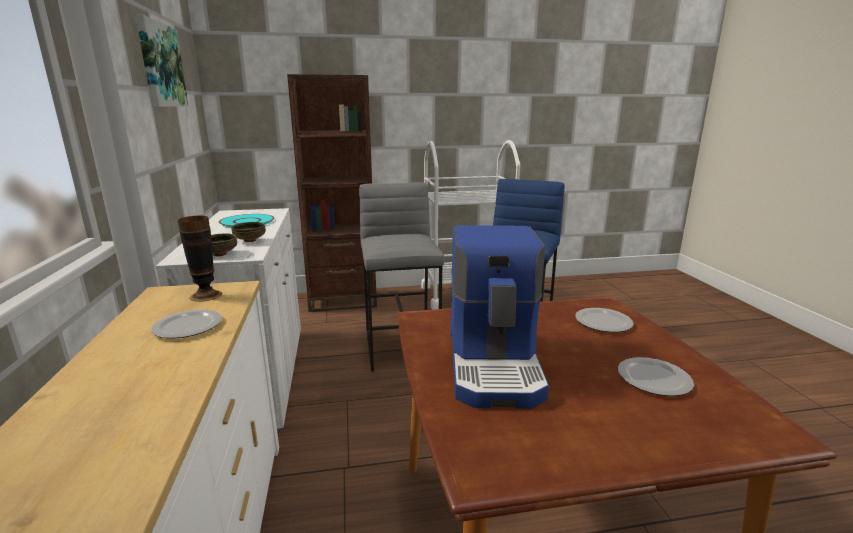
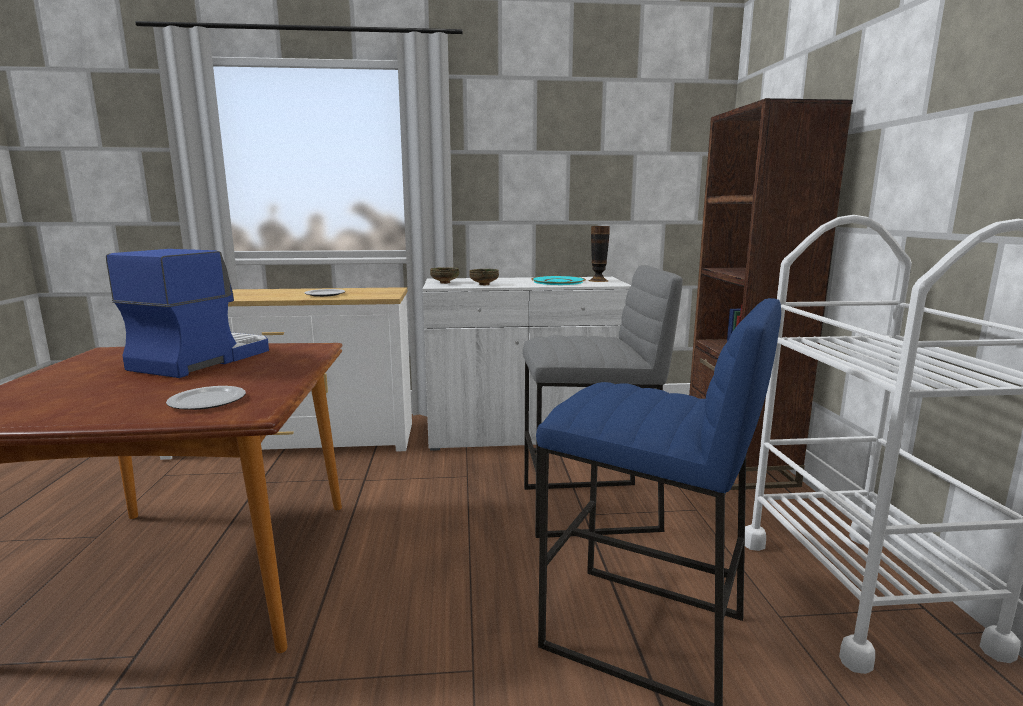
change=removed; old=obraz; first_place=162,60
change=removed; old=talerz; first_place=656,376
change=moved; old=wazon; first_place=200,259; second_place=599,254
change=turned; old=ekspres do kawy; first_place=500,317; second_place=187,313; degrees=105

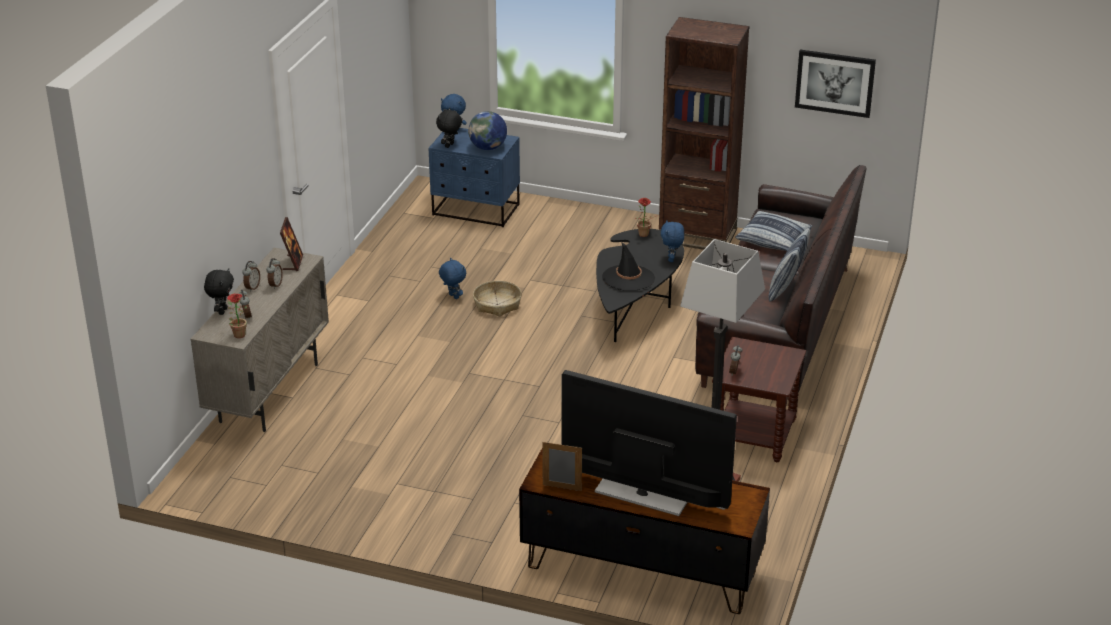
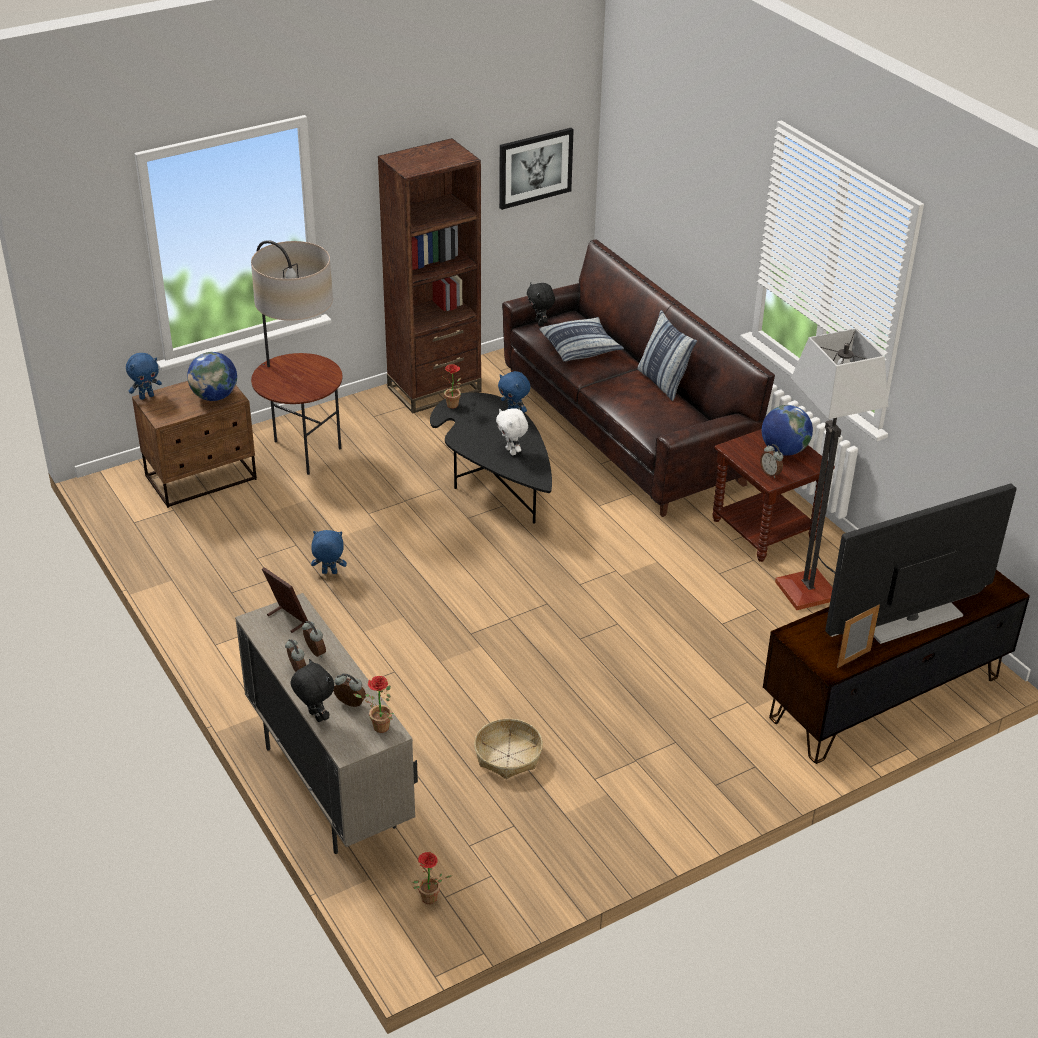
change=added; new=lampa stojąca; second_place=297,357
change=added; new=roślina doniczkowa; second_place=432,878
change=added; new=globus; second_place=787,430
change=moved; old=pluszak [czarny]; first_place=449,128; second_place=541,304
change=moved; old=koszyk; first_place=497,299; second_place=508,749
change=replaced; old=kapelusz [czarny]; new=pluszak [biały]; first_place=628,266; second_place=512,432
change=recoloured; old=szafka nocna [niebieski]; new=szafka nocna [brązowy]; first_place=474,177; second_place=194,444

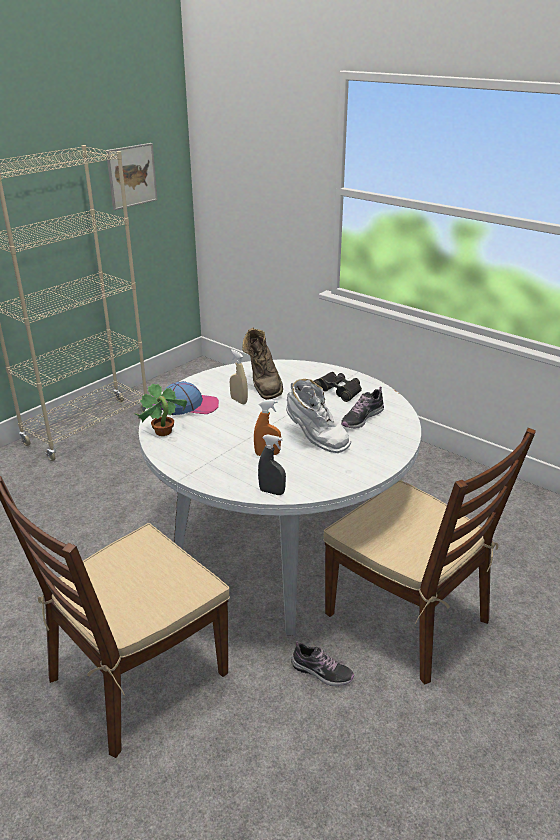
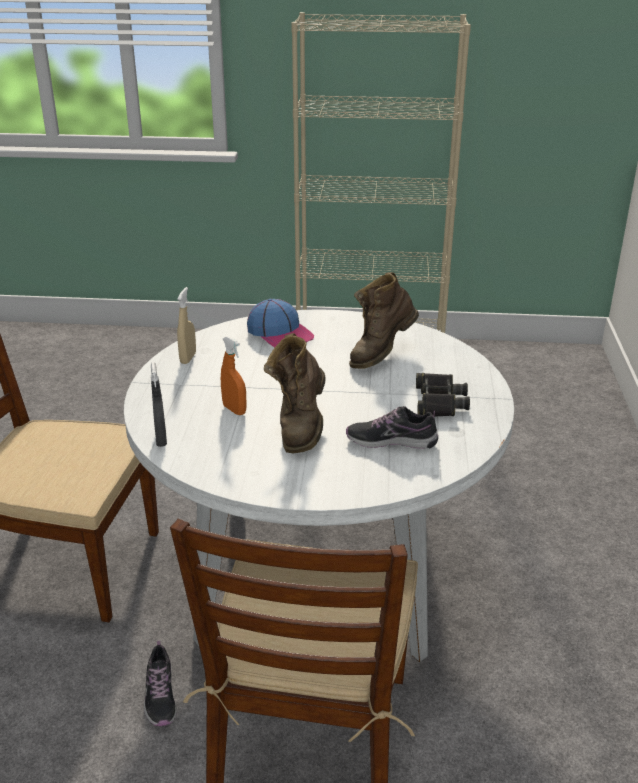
change=removed; old=obraz; first_place=132,176
change=removed; old=roślina doniczkowa; first_place=160,409
change=moved; old=spryskiwacz [beżowy]; first_place=239,376; second_place=186,325
change=recoloured; old=but z cholewką [biały]; new=but z cholewką [brązowy]; first_place=318,416; second_place=294,393

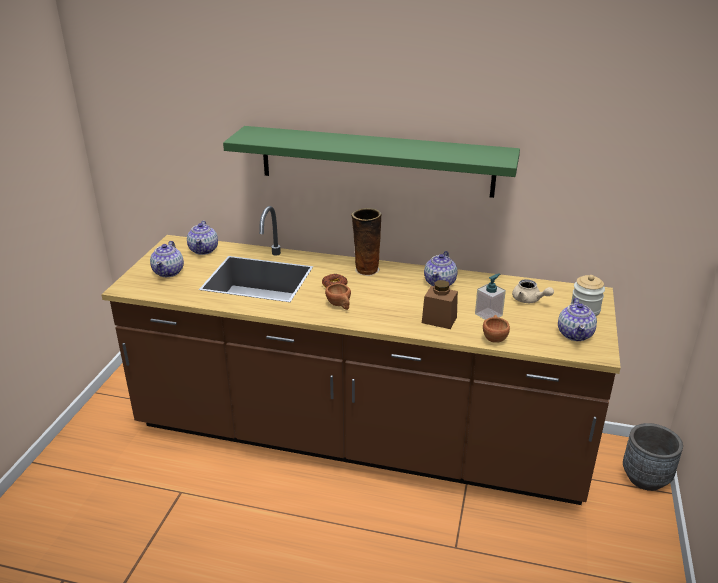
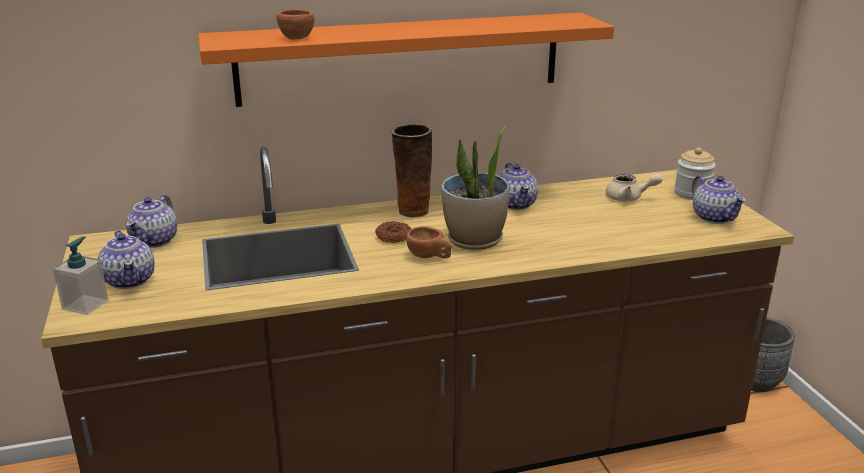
change=removed; old=słoik [brązowy]; first_place=440,304
change=added; new=roślina doniczkowa; second_place=475,187
change=moved; old=dozownik mydła; first_place=490,296; second_place=80,275
change=moved; old=filiżanka [brązowy]; first_place=496,329; second_place=295,24
change=recoloured; old=półka [zielony]; new=półka [pomarańczowy]; first_place=371,162; second_place=406,60
change=turned; old=imbryk; first_place=202,238; second_place=151,221; degrees=45

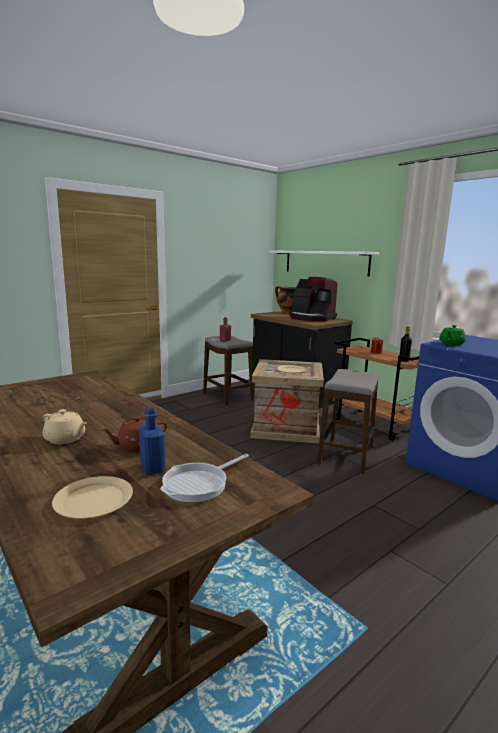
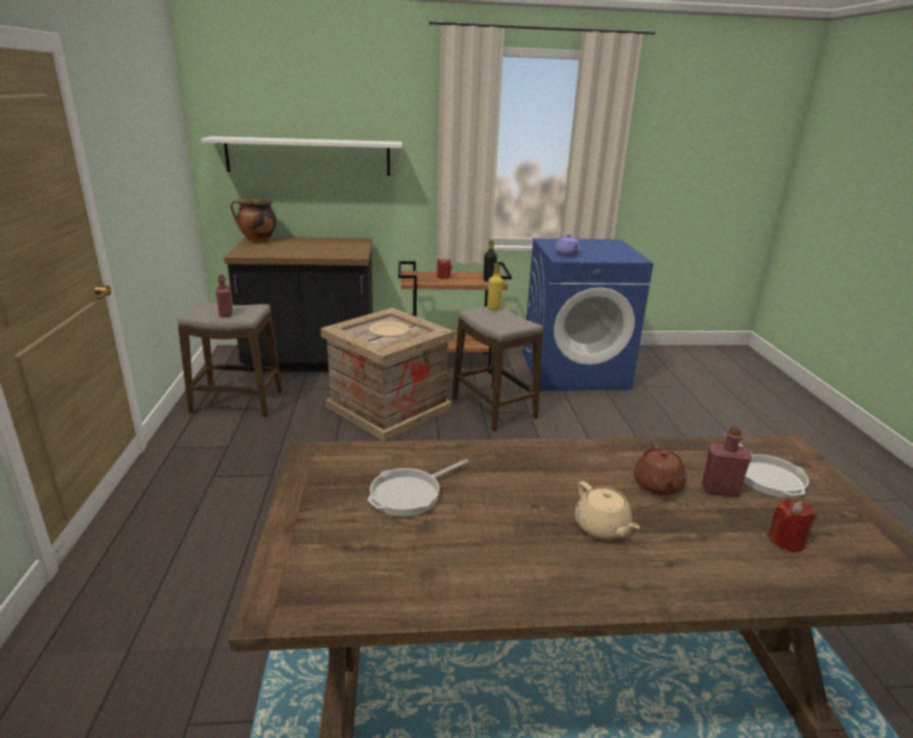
change=removed; old=ekspres do kawy; first_place=313,299
change=added; new=patelnia; second_place=418,488
change=added; new=butelka [żółty]; second_place=495,286
change=replaced; old=talerz [beżowy]; new=świeca [czerwony]; first_place=92,497; second_place=791,525
change=recoloured; old=butelka [niebieski]; new=butelka [czerwony]; first_place=152,441; second_place=727,461
change=recoloured; old=imbryk [zielony]; new=imbryk [fioletowy]; first_place=452,335; second_place=567,245
change=turned; old=imbryk [beżowy]; first_place=65,426; second_place=607,510; degrees=90

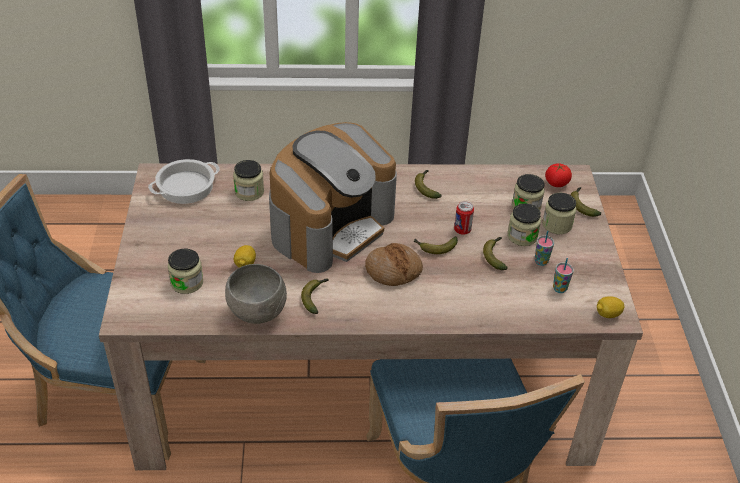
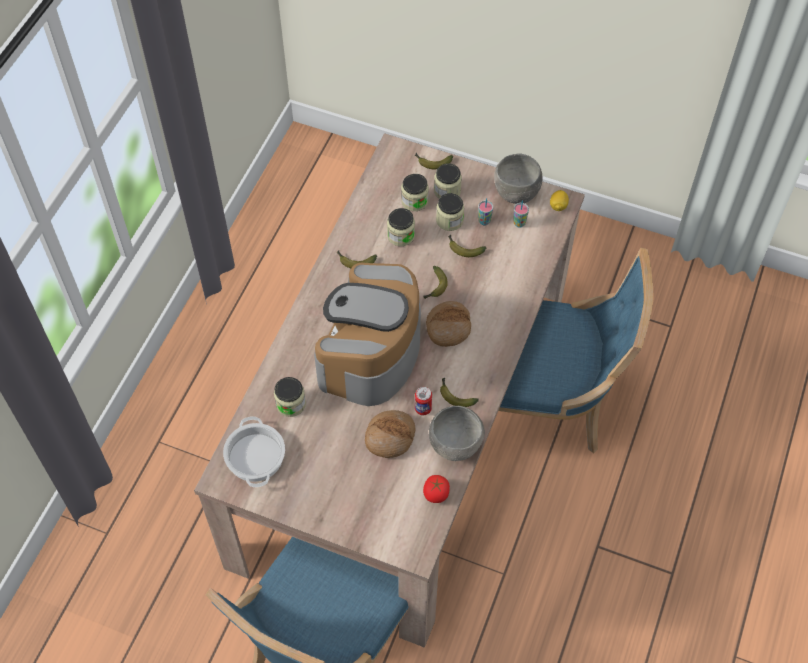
change=added; new=miska [szary]; second_place=518,178
change=moved; old=słoik; first_place=185,271; second_place=401,227
change=moved; old=puszka; first_place=464,218; second_place=423,401
change=moved; old=pomidor; first_place=558,175; second_place=436,489
change=replaced; old=cytryna; new=chleb; first_place=245,256; second_place=390,434
change=turned; old=ekspres do kawy; first_place=333,197; second_place=367,334; degrees=-135

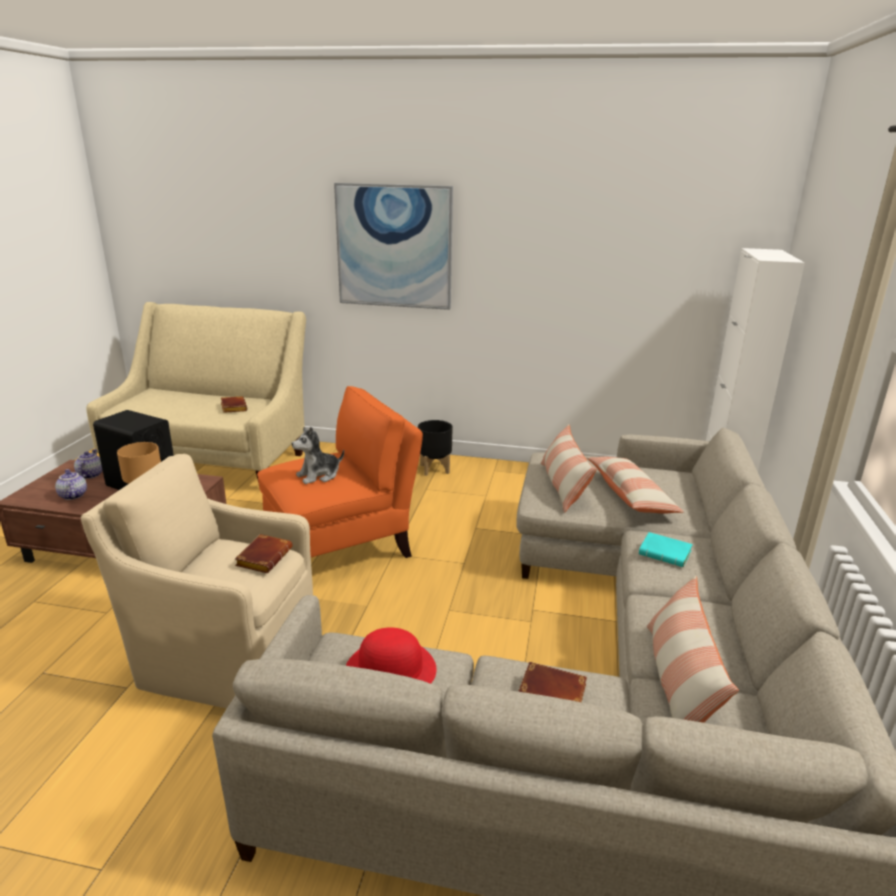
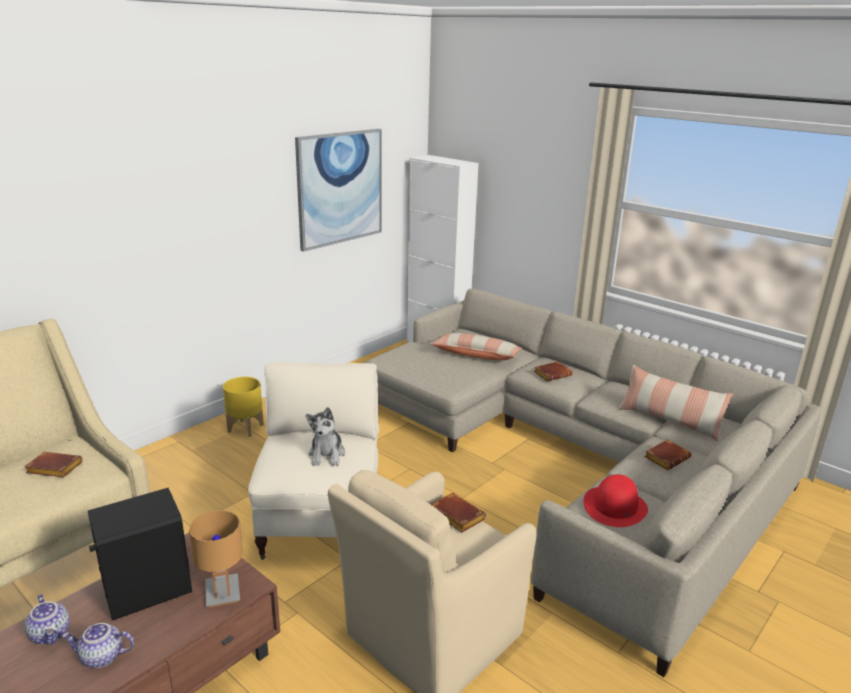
change=removed; old=poduszka; first_place=568,468
change=moved; old=obraz; first_place=393,246; second_place=338,190
change=recoloured; old=fotel [pomarańczowy]; new=fotel [beżowy]; first_place=340,472; second_place=313,461
change=recoloured; old=donica [czarny]; new=donica [żółty]; first_place=435,448; second_place=243,407
change=recoloured; old=książka [turkusowy]; new=książka [brązowy]; first_place=666,549; second_place=553,371
change=turned; old=imbryk; first_place=88,464; second_place=47,619; degrees=-150

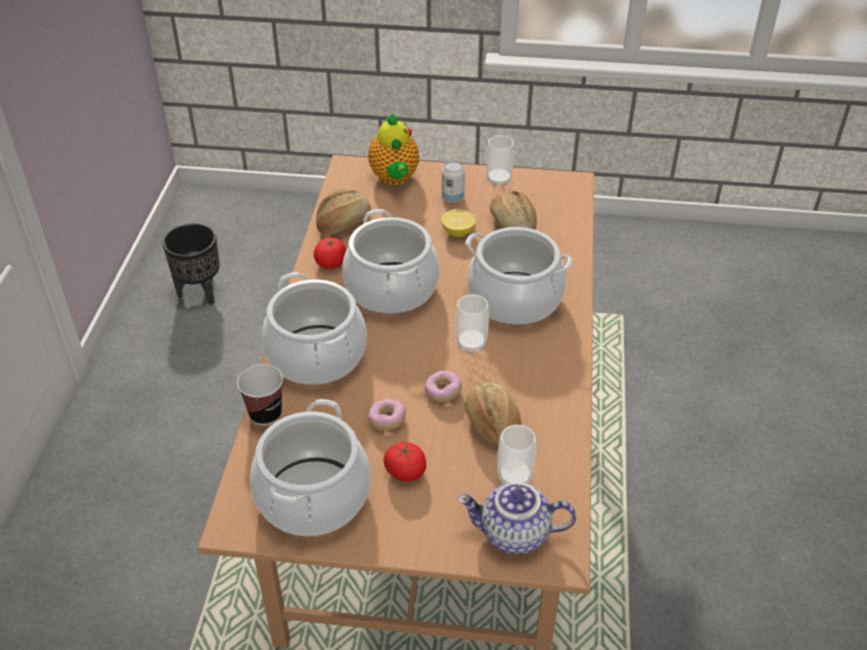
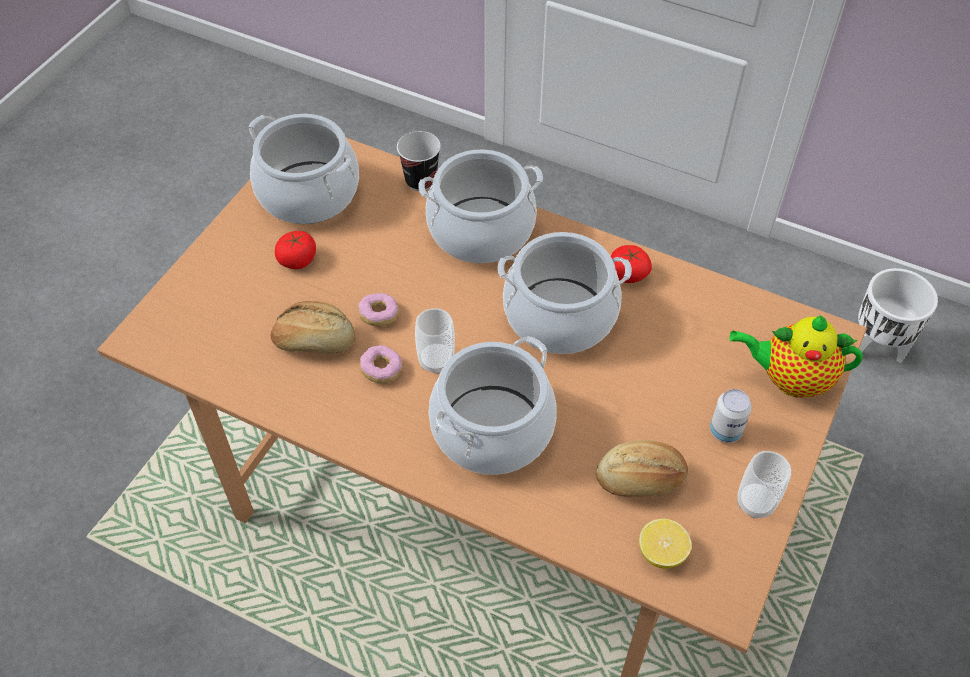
change=removed; old=chleb; first_place=343,212
change=removed; old=imbryk; first_place=516,518
change=removed; old=filiżanka; first_place=516,455
change=moved; old=donut; first_place=387,414; second_place=381,364
change=moved; old=cytryna; first_place=458,223; second_place=665,544
change=recoloured; old=donica [czarny]; new=donica [biały]; first_place=191,264; second_place=898,315

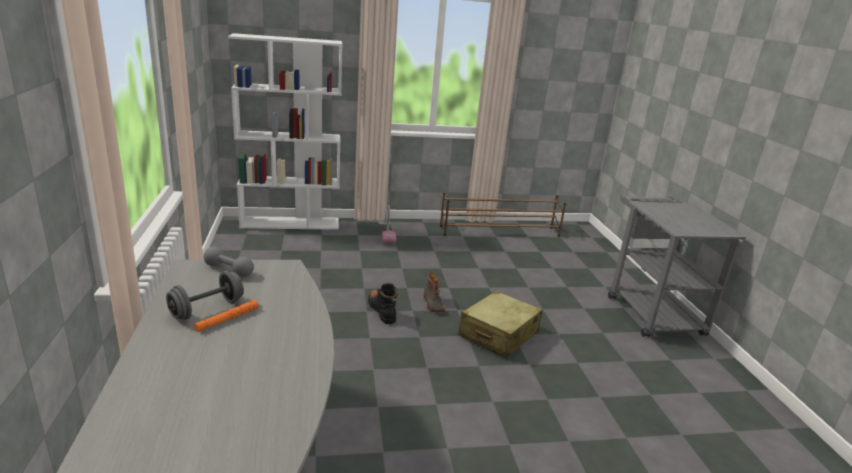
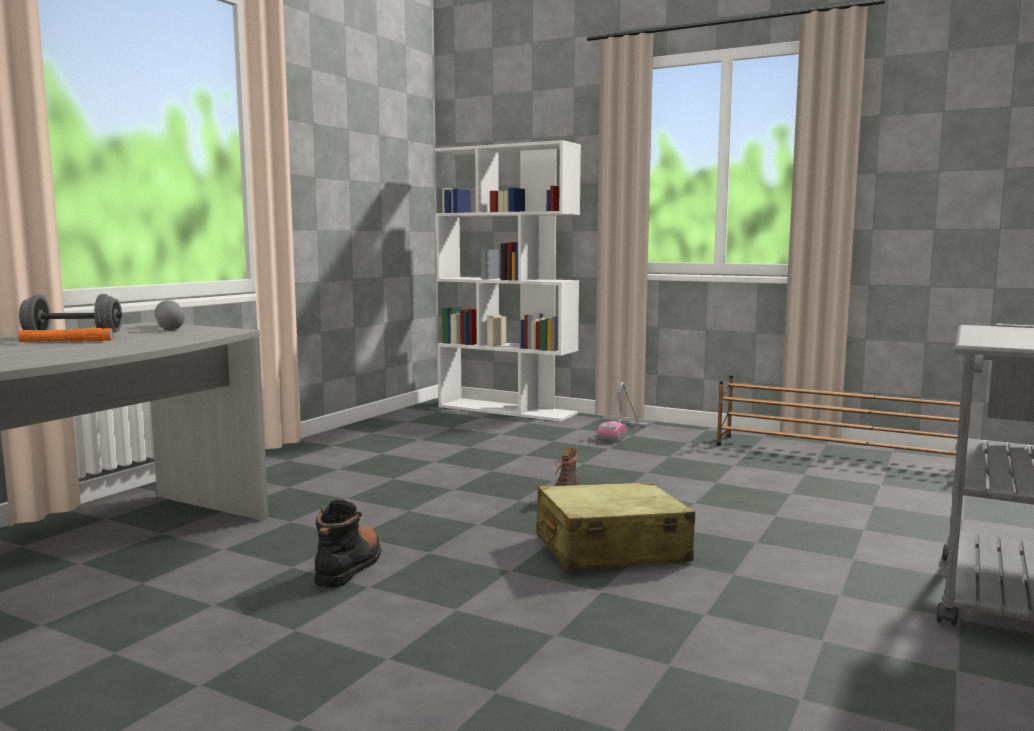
change=moved; old=but z cholewką [czarny]; first_place=383,303; second_place=348,544

